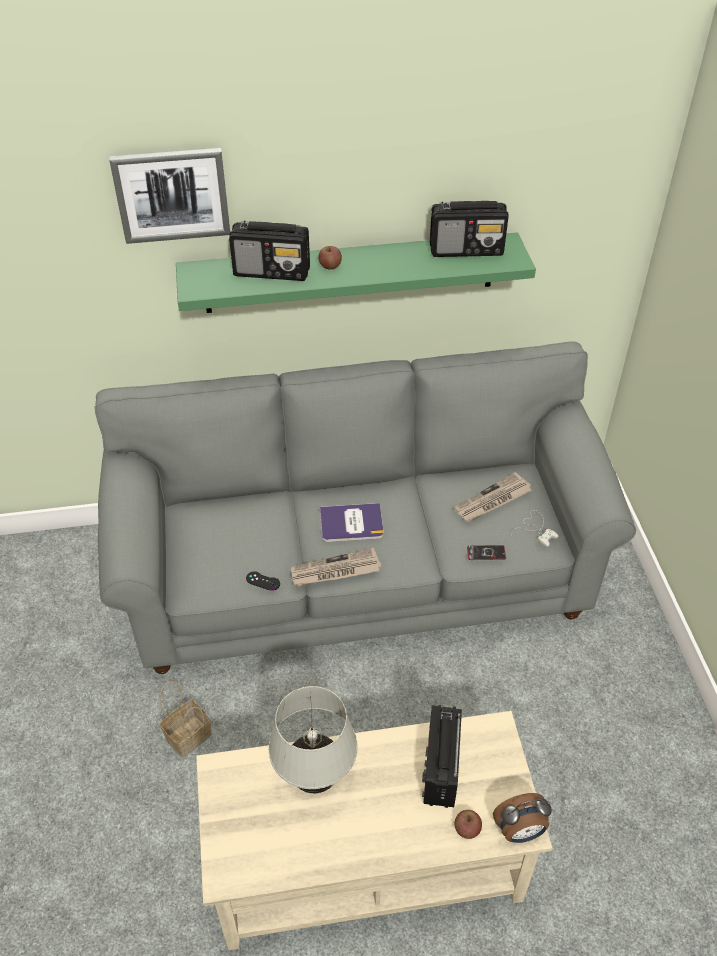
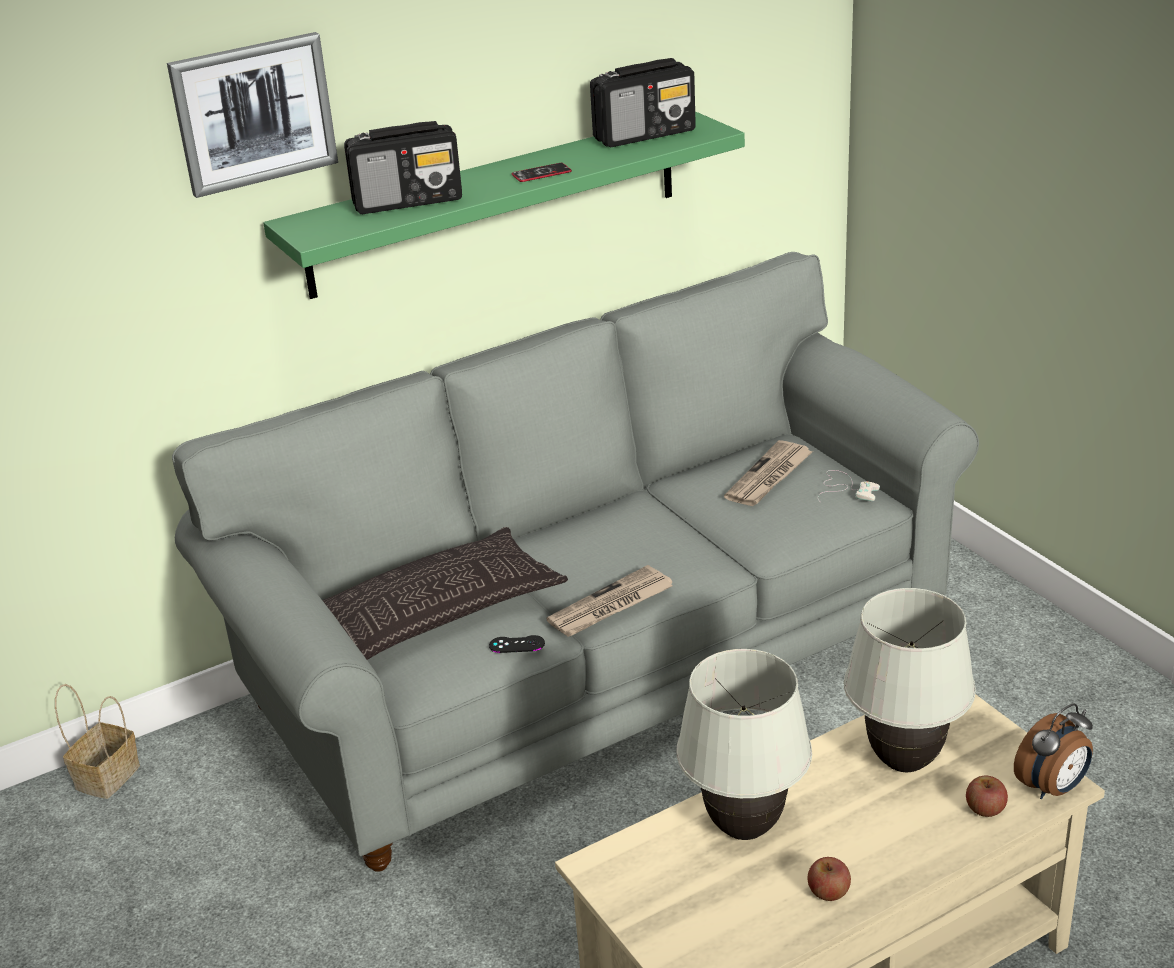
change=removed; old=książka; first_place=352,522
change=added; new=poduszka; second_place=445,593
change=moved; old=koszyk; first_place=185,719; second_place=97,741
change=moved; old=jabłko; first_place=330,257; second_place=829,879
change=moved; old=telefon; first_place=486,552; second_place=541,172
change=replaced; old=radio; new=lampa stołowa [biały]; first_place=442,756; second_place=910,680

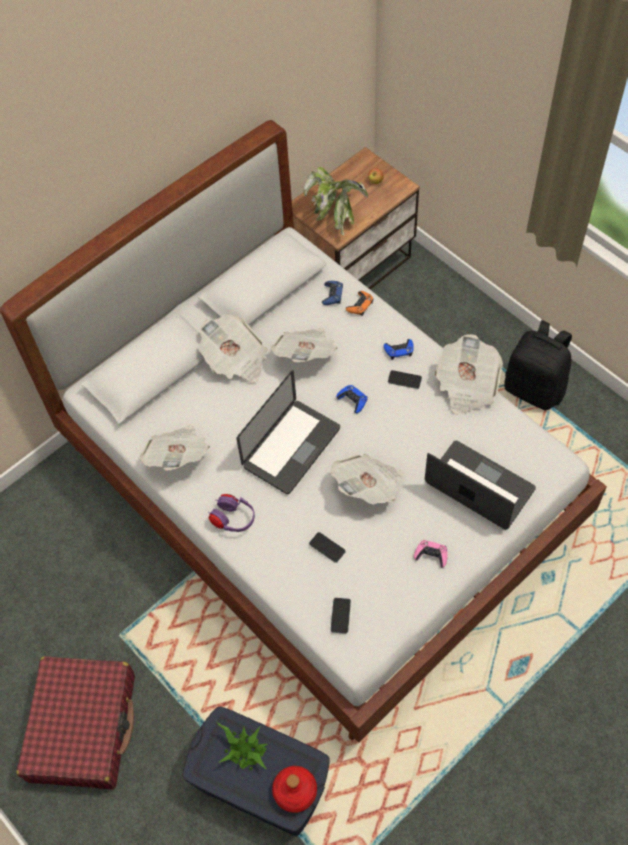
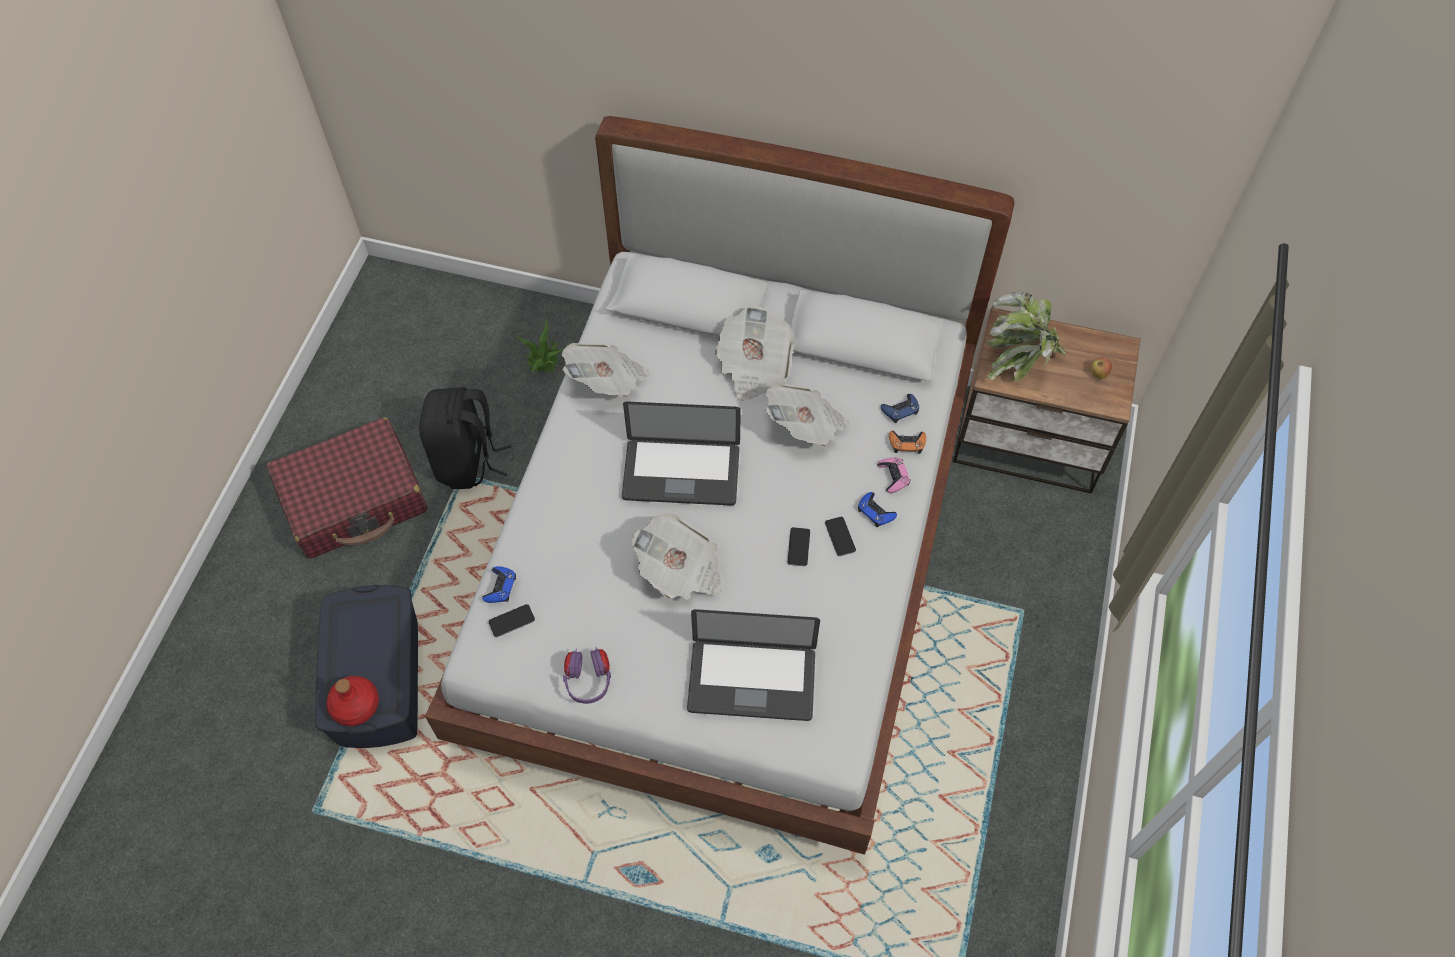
change=removed; old=gazeta; first_place=469,374
change=moved; old=słuchawki [fioletowy]; first_place=231,513; second_place=587,675
change=moved; old=roślina doniczkowa; first_place=242,746; second_place=539,345
change=moved; old=telefon; first_place=327,547; second_place=798,546
change=moved; old=pad do gier [niebieski]; first_place=352,399; second_place=499,584
change=moved; old=pad do gier [różowy]; first_place=431,554; second_place=893,475
change=moved; old=plecak [czarny]; first_place=538,365; second_place=465,438
change=turned; old=laptop; first_place=480,485; second_place=753,665; degrees=90

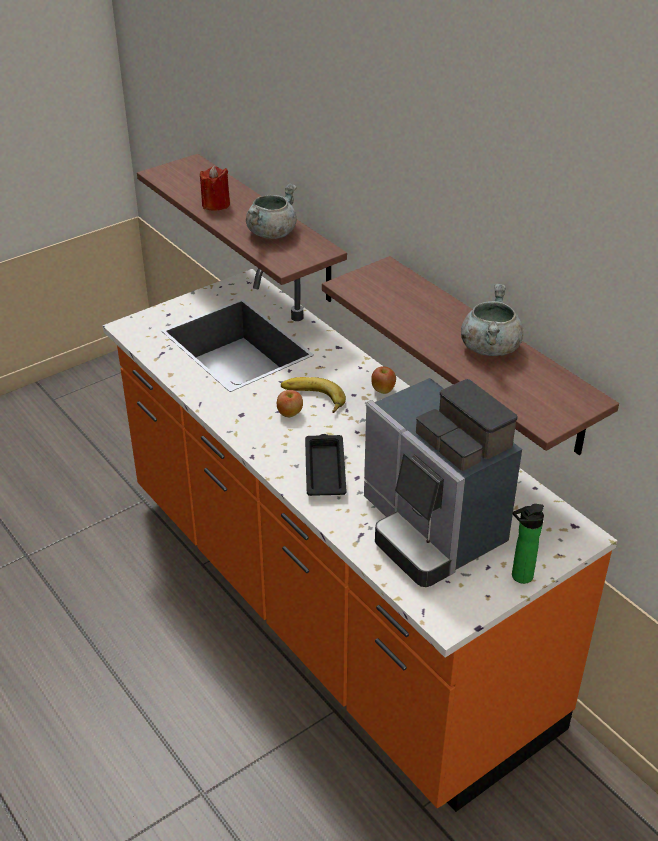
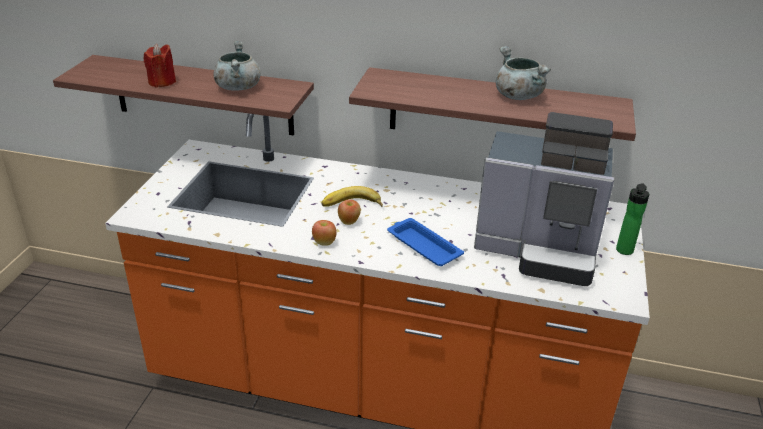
change=moved; old=jabłko; first_place=383,380; second_place=324,233
change=recoloured; old=taca [czarny]; new=taca [niebieski]; first_place=326,465; second_place=425,242

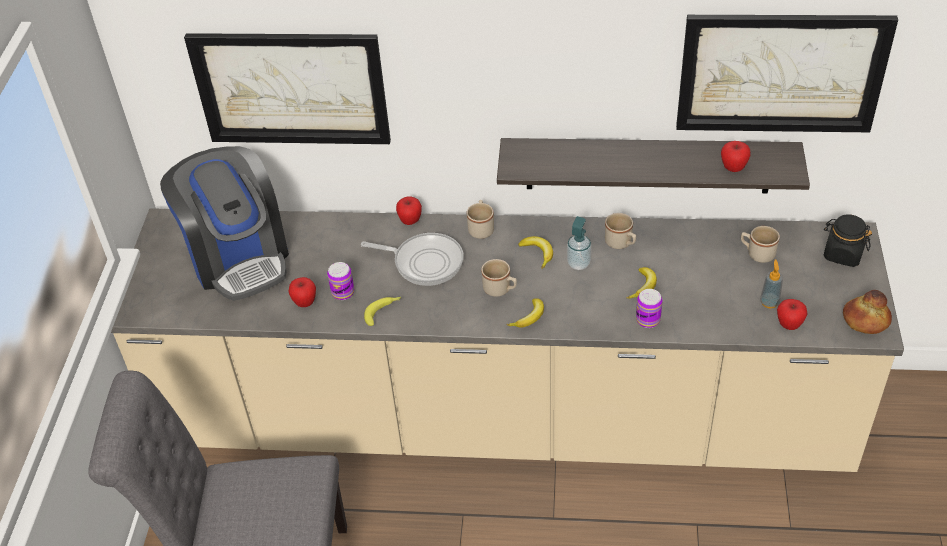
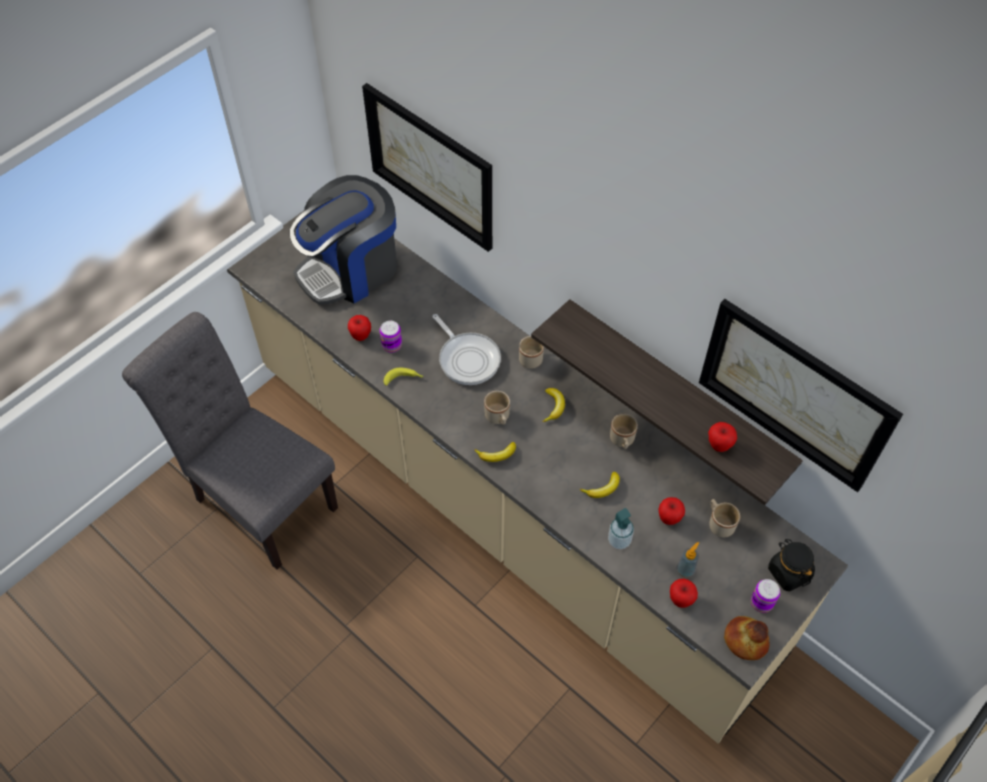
change=moved; old=jabłko; first_place=409,210; second_place=671,511
change=moved; old=dozownik mydła; first_place=579,243; second_place=621,528
change=moved; old=puszka; first_place=649,308; second_place=765,596
change=turned; old=ekspres do kawy; first_place=224,223; second_place=343,240; degrees=45

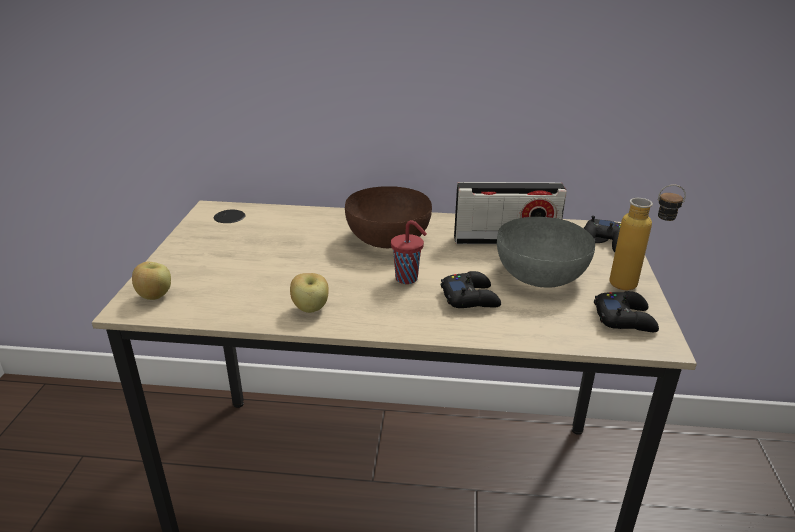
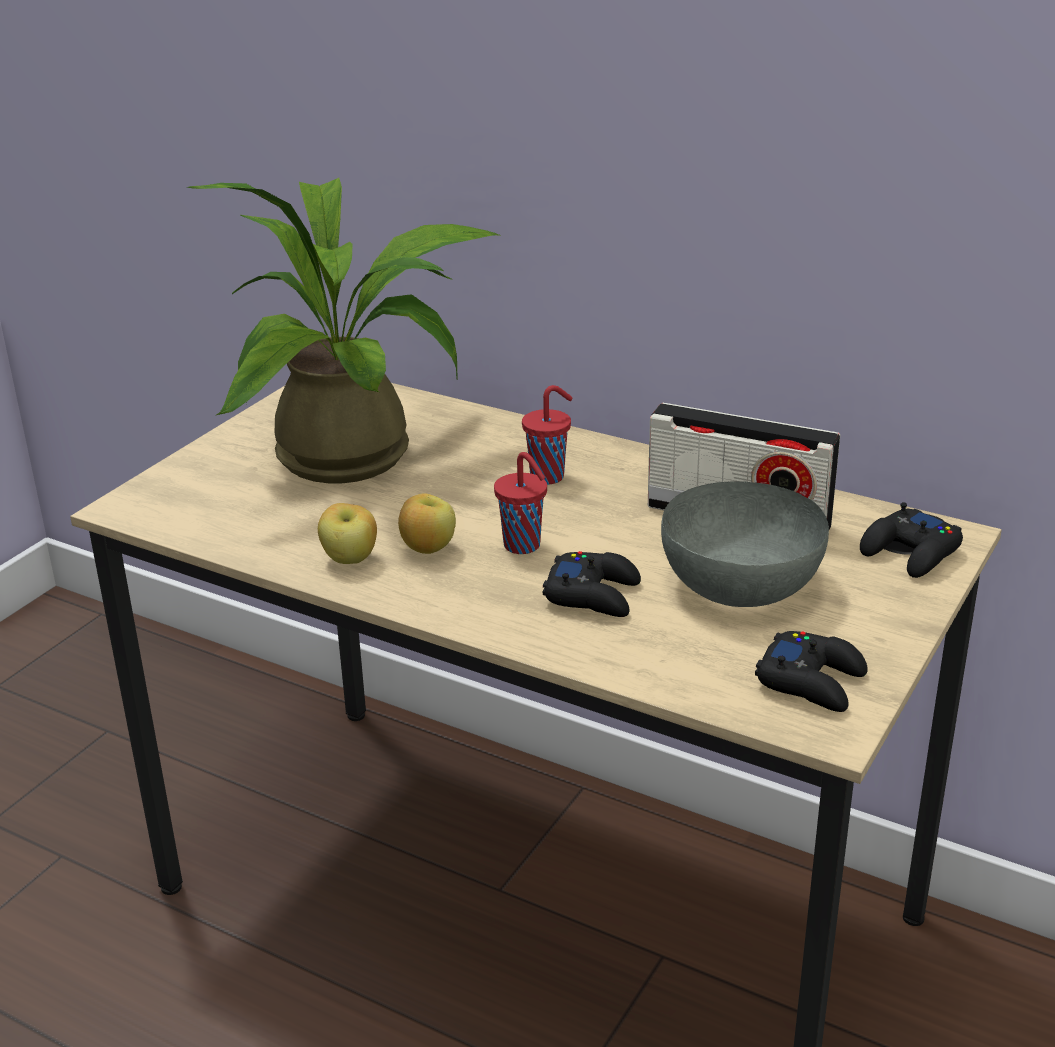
change=removed; old=butelka; first_place=648,237
change=added; new=roślina doniczkowa; second_place=344,330
change=moved; old=jabłko; first_place=151,281; second_place=427,523
change=replaced; old=miska [brązowy]; new=filiżanka [czerwony]; first_place=388,217; second_place=547,435

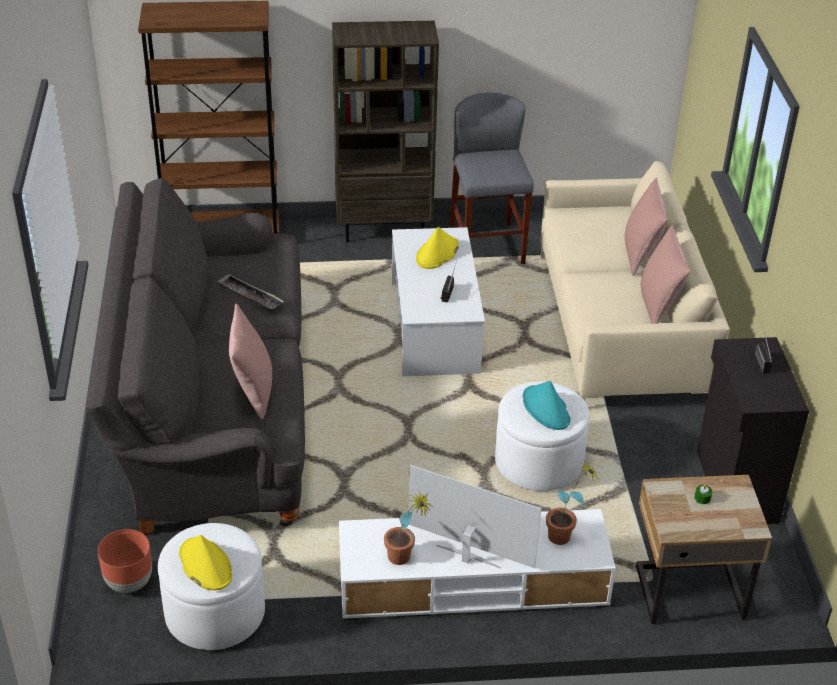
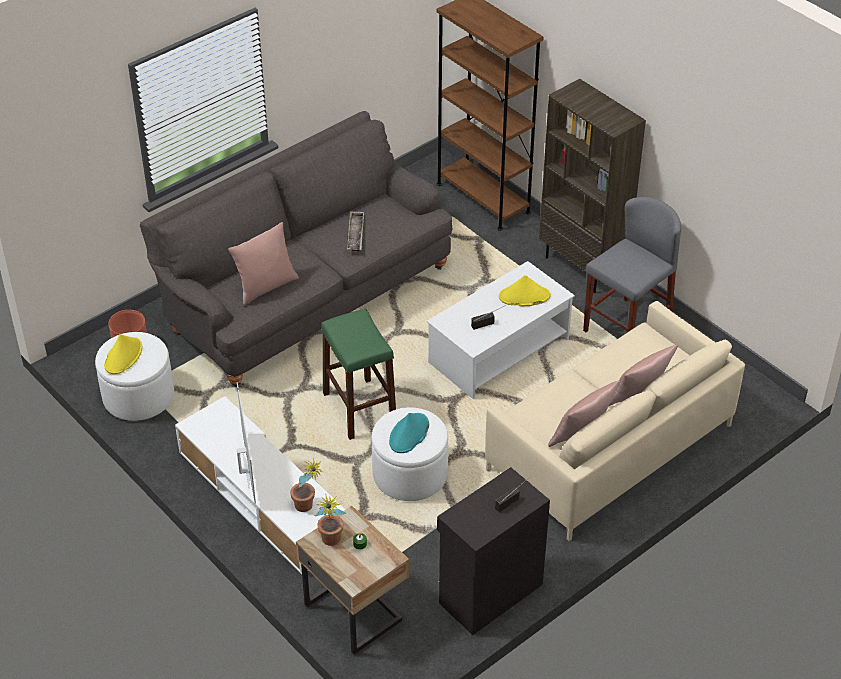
change=added; new=stołek [zielony]; second_place=358,374
change=moved; old=roślina doniczkowa; first_place=408,528; second_place=330,520

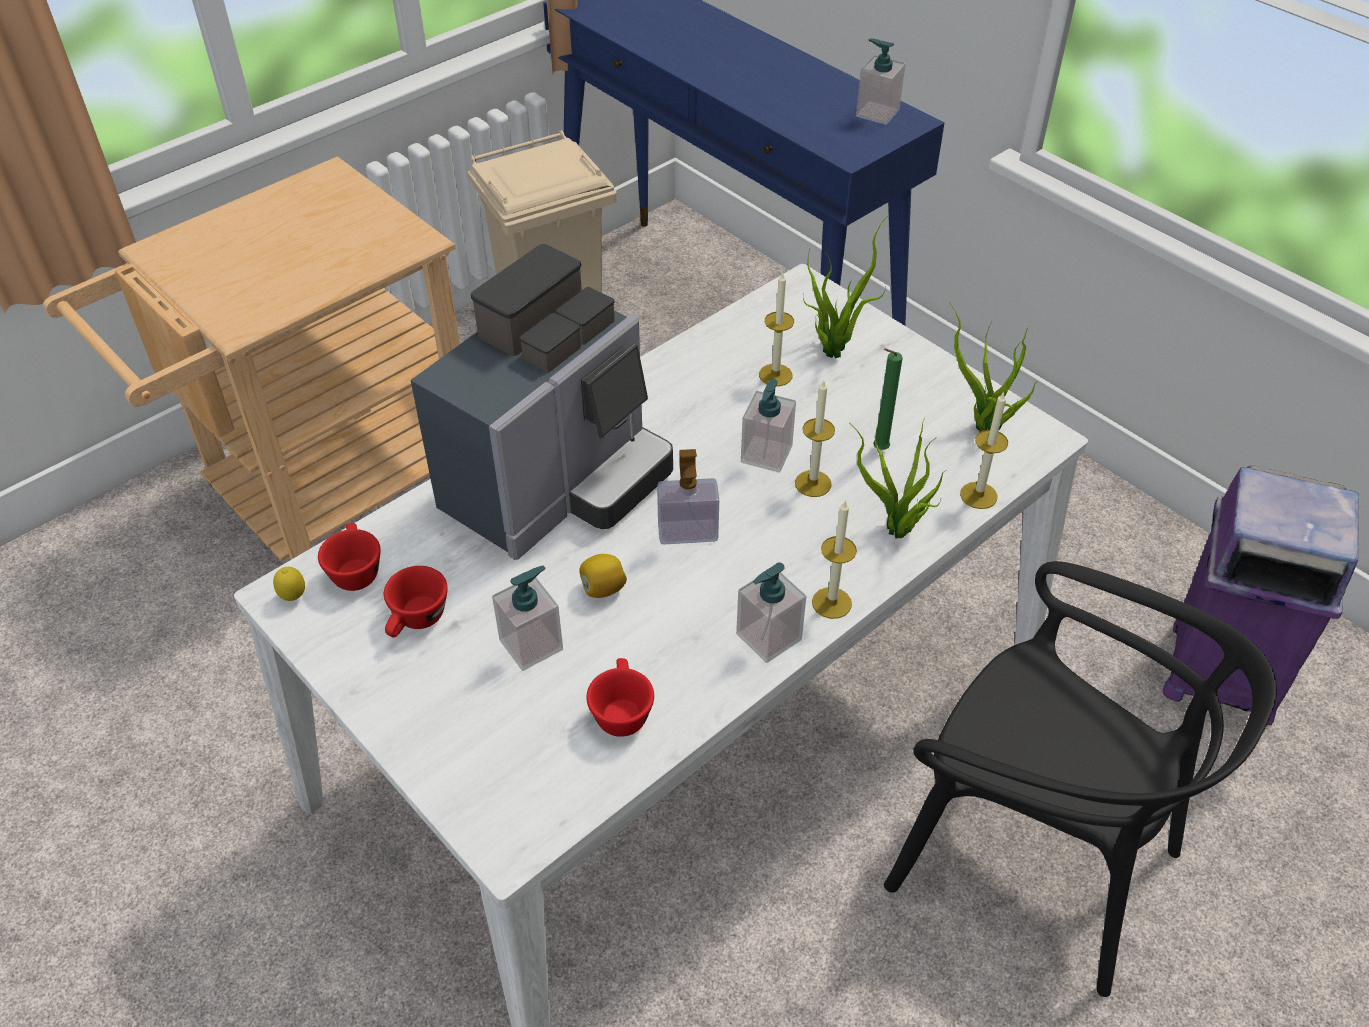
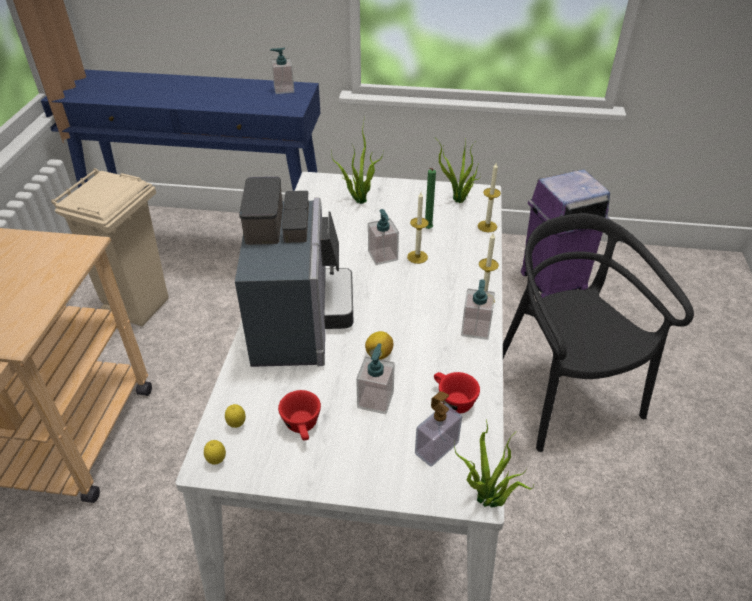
change=removed; old=świeca; first_place=776,329
change=moved; old=dozownik mydła; first_place=688,496; second_place=438,429
change=moved; old=roślina doniczkowa; first_place=897,478; second_place=494,463
change=replaced; old=filiżanka [czerwony]; new=cytryna; first_place=349,557; second_place=235,416
change=turned; old=krzesło [czarny]; first_place=1080,779; second_place=598,332; degrees=-105

